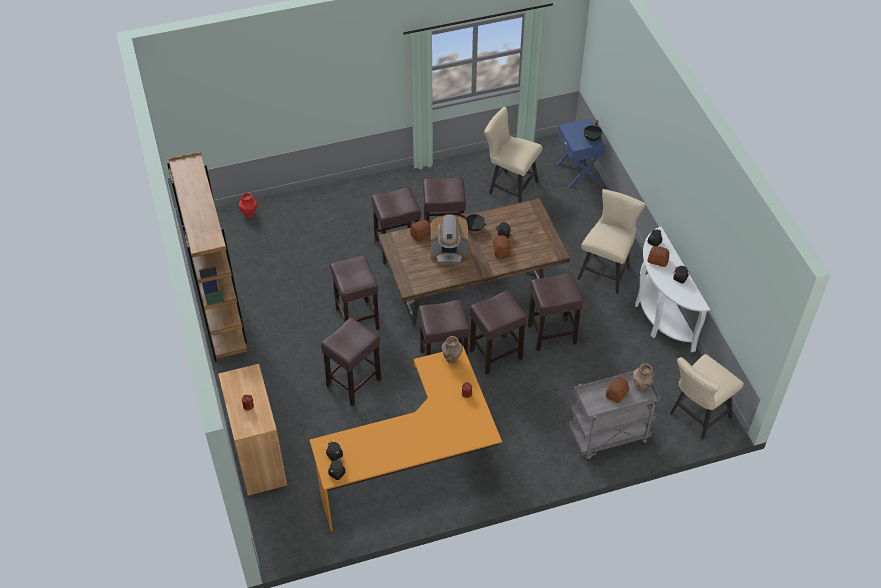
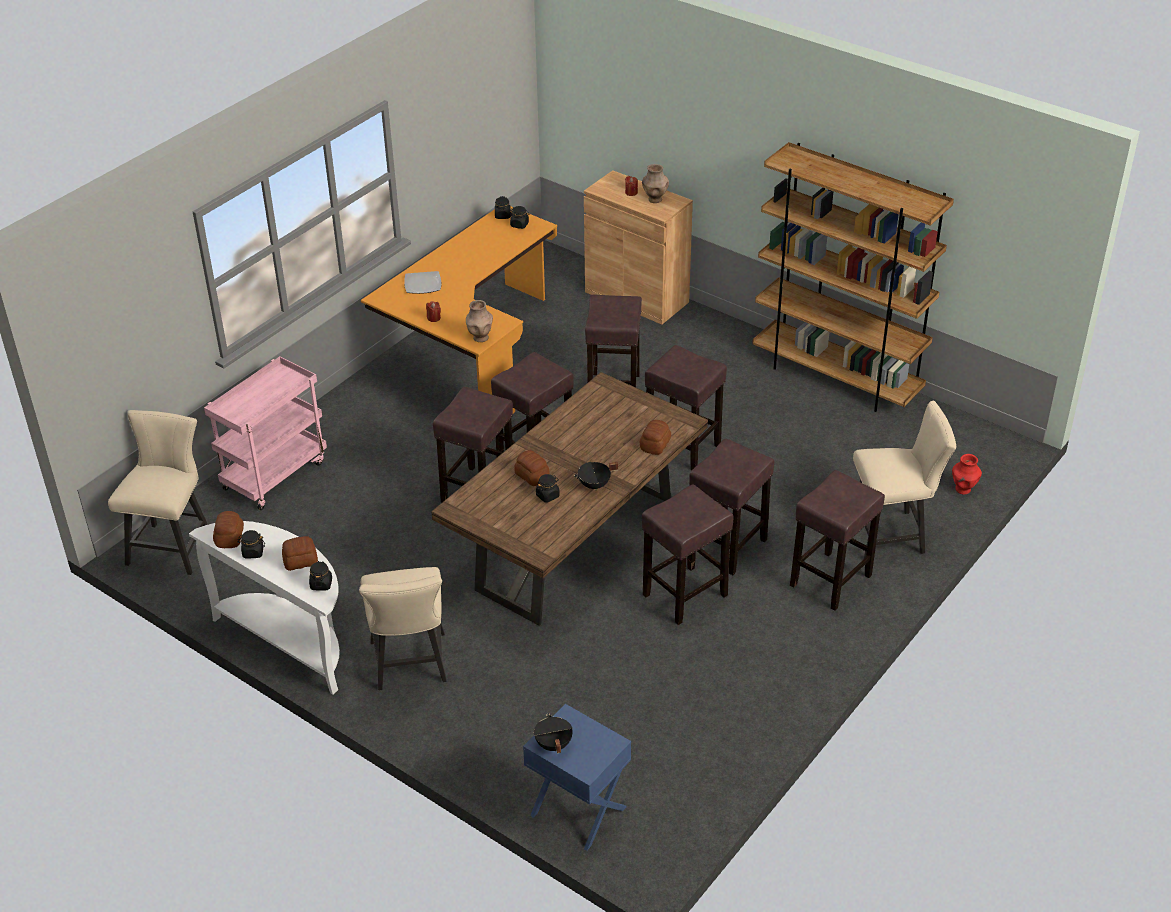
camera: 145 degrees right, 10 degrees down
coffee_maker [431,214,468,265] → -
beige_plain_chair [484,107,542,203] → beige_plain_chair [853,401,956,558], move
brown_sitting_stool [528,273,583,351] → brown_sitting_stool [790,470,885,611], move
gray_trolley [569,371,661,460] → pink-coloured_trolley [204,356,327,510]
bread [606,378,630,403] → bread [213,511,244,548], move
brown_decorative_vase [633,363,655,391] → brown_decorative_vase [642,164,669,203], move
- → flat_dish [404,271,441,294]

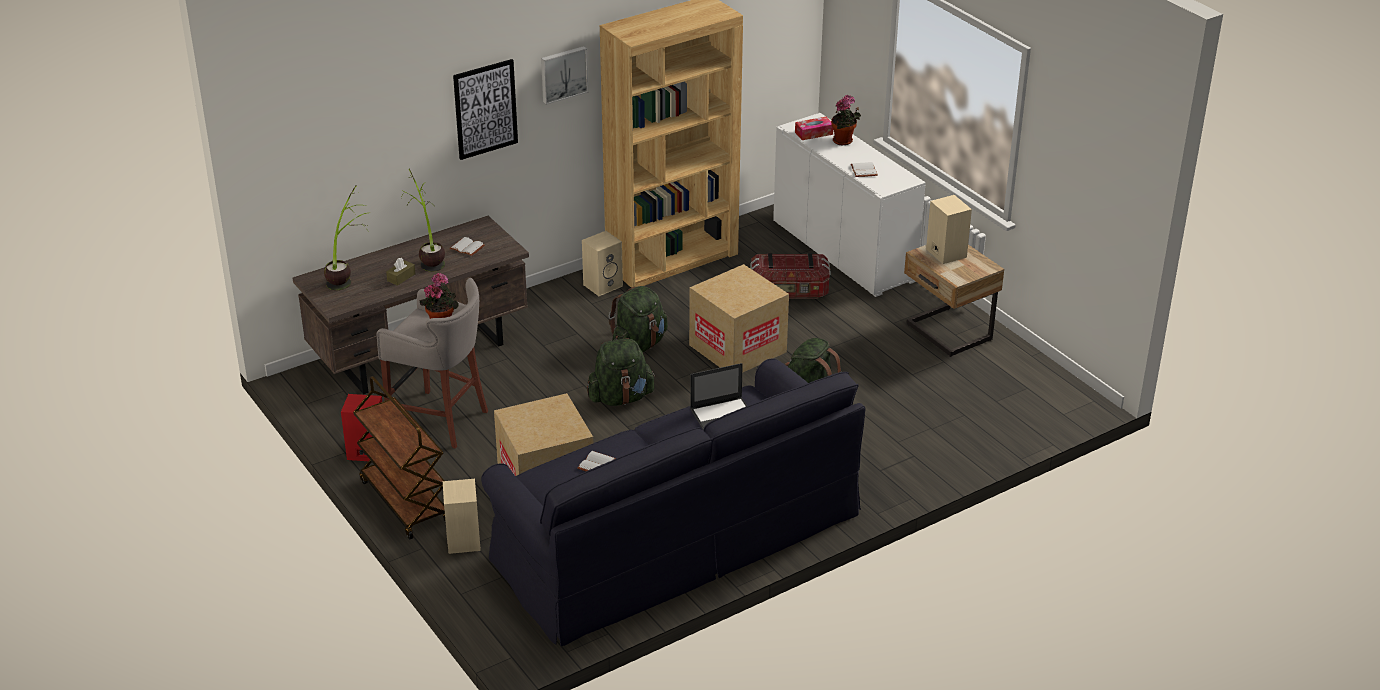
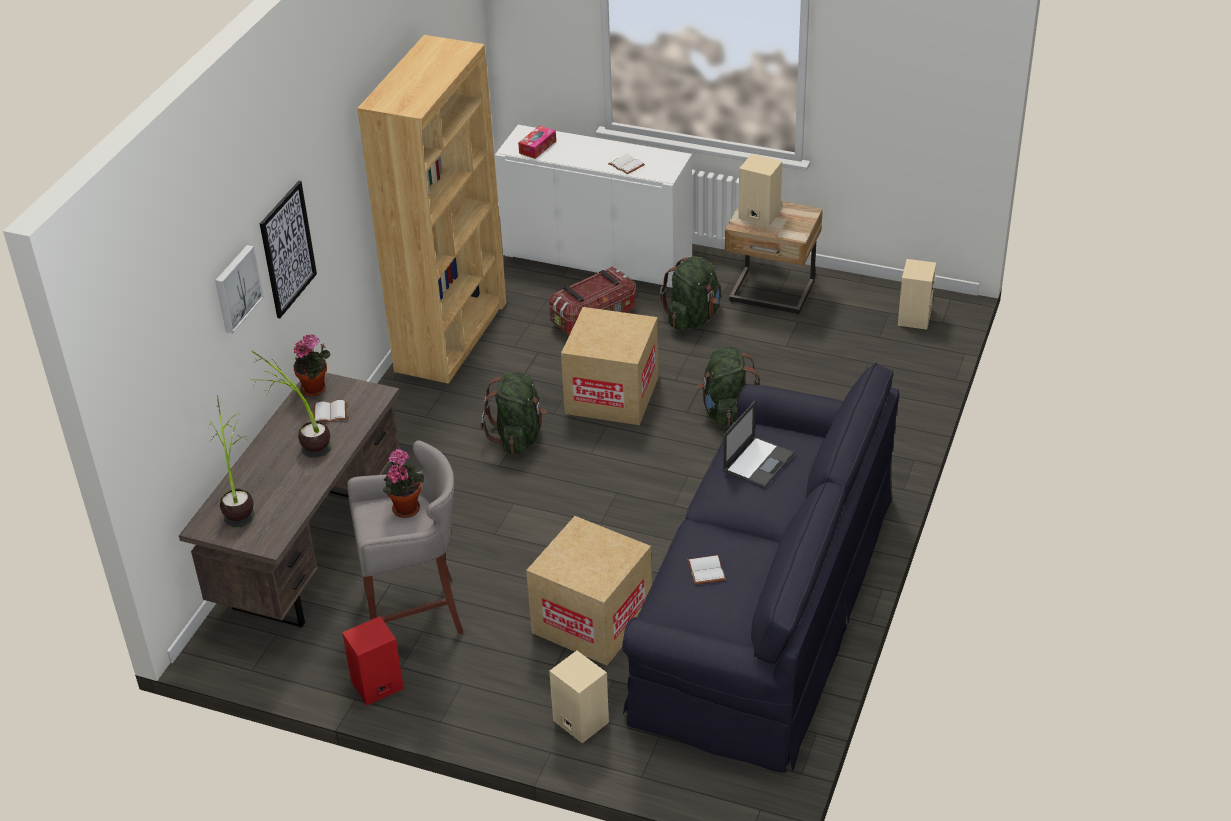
camera: 35 degrees left, 5 degrees up
brown_trolley [353,376,446,539] → -
brown_box_of_tissues [386,258,415,286] → -
picture [541,46,588,105] → picture [215,245,264,333], move
beige_loudspeaker [582,231,623,296] → beige_loudspeaker [898,259,936,330], move
green_rucksack [587,338,656,406] → green_rucksack [660,256,721,331], move
houseplant [831,95,861,145] → houseplant [293,334,331,396], move

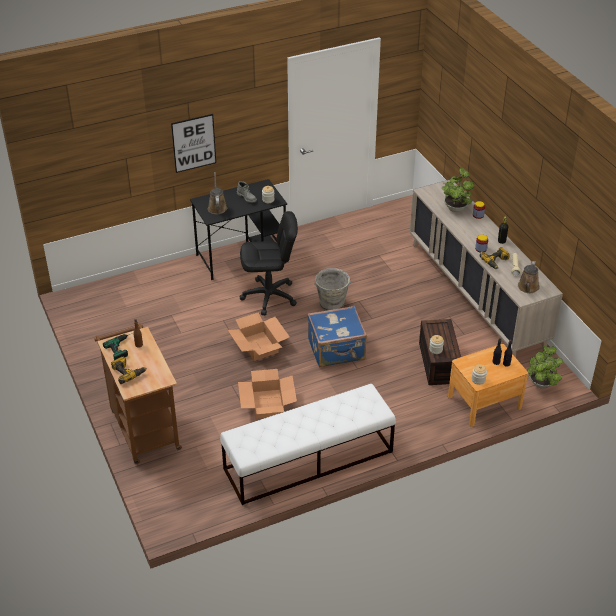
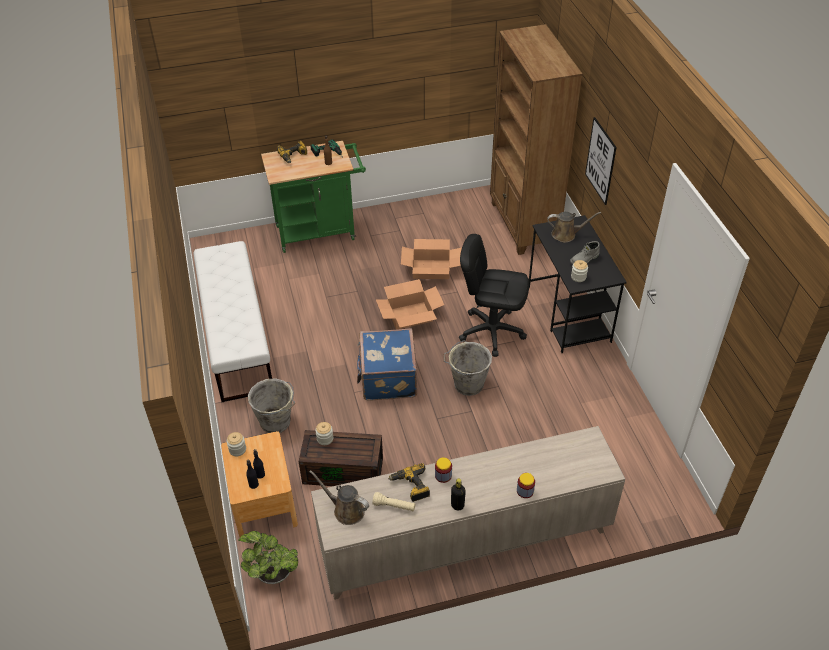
camera: 100 degrees right, 5 degrees up
brown_trolley [94,323,182,464] → green_trolley [261,141,366,253]
packing_box [238,369,297,419] → packing_box [401,239,462,279], move
black-coloured_office_chair [240,211,298,315] → black-coloured_office_chair [459,234,529,357], 105 degrees clockwise
houseplant [442,168,474,212] → -
- → gray_pail [248,378,295,433]
- → brown_shelving_unit [490,24,582,255]

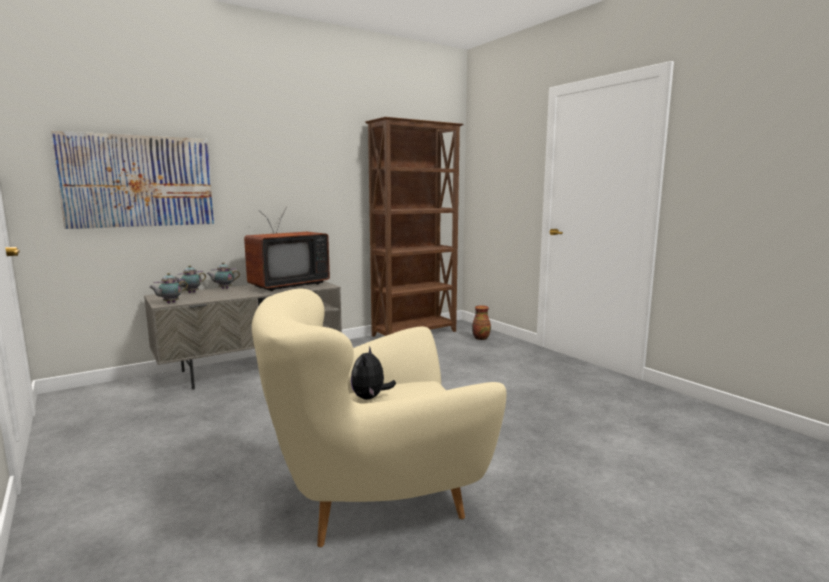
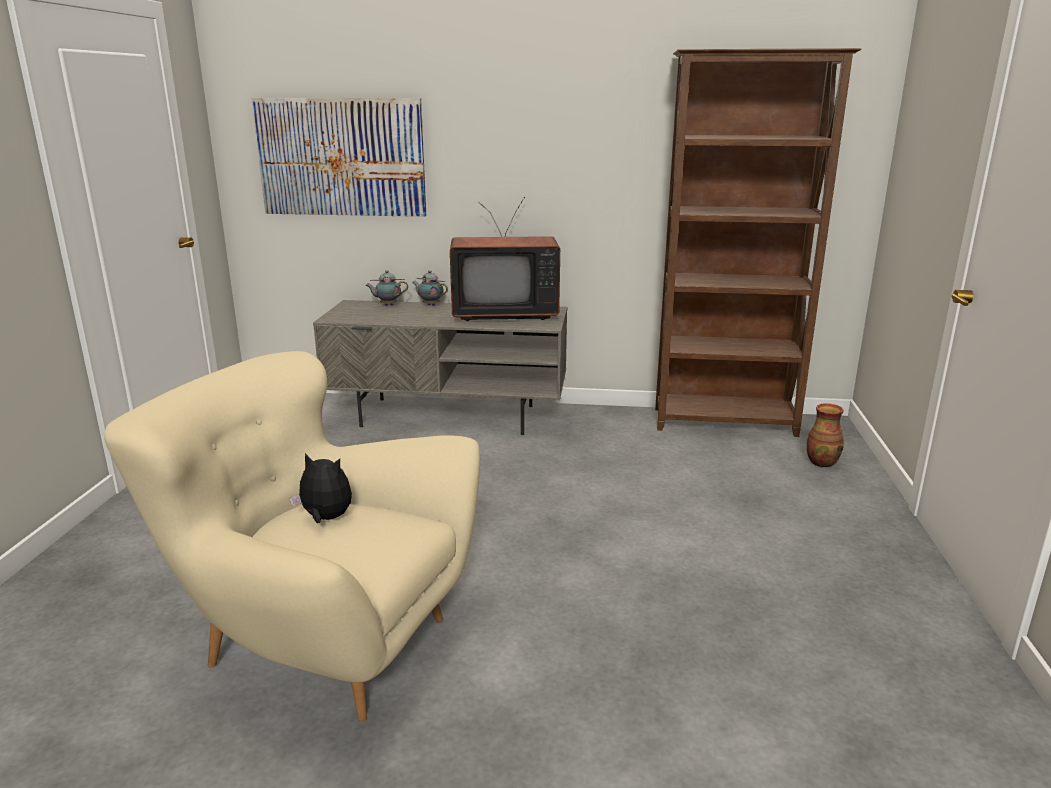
camera: 40 degrees right, 10 degrees up
tea_pot [149,273,188,303] → -
cuddly_toy [351,346,396,400] → cuddly_toy [290,453,352,523], 60 degrees clockwise

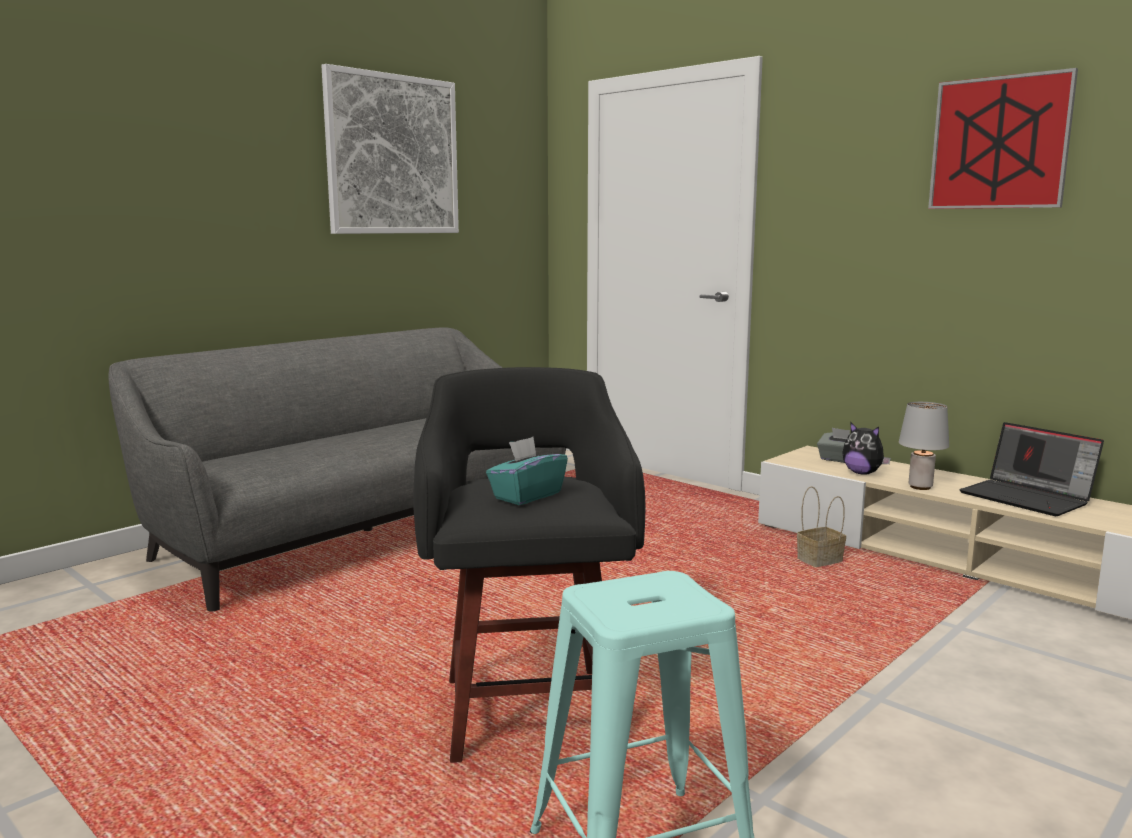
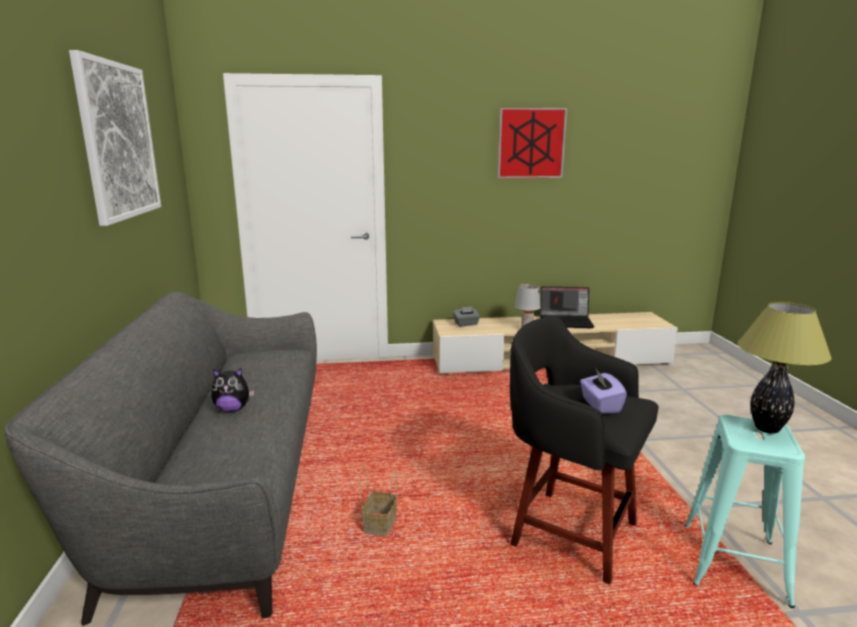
camera: 50 degrees left, 5 degrees up
turquoise_box_of_tissues [486,437,568,505] → purple-coloured_box_of_tissues [580,369,627,414]
household_basket [797,486,846,567] → household_basket [359,465,397,536], move
cuddly_toy [842,423,891,475] → cuddly_toy [212,368,254,412], move
- → table_lamp [738,302,832,434]

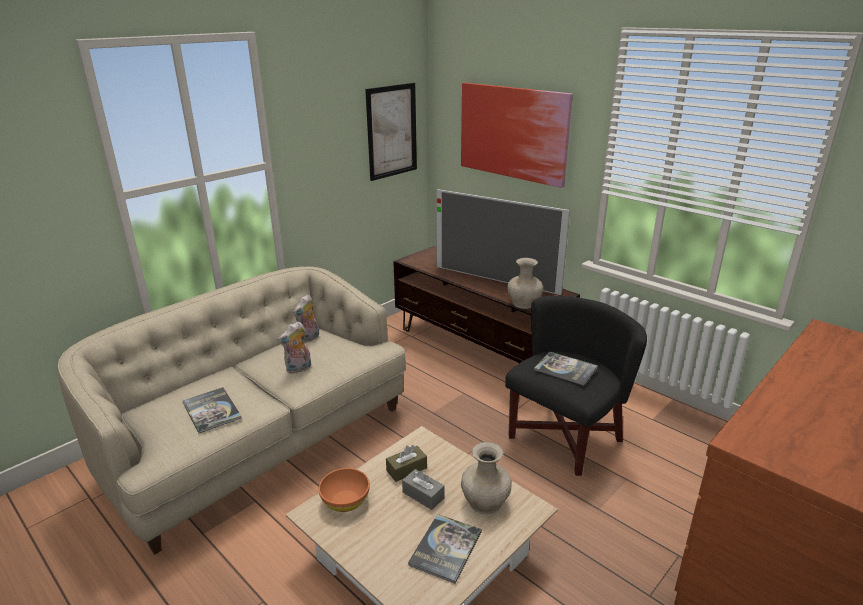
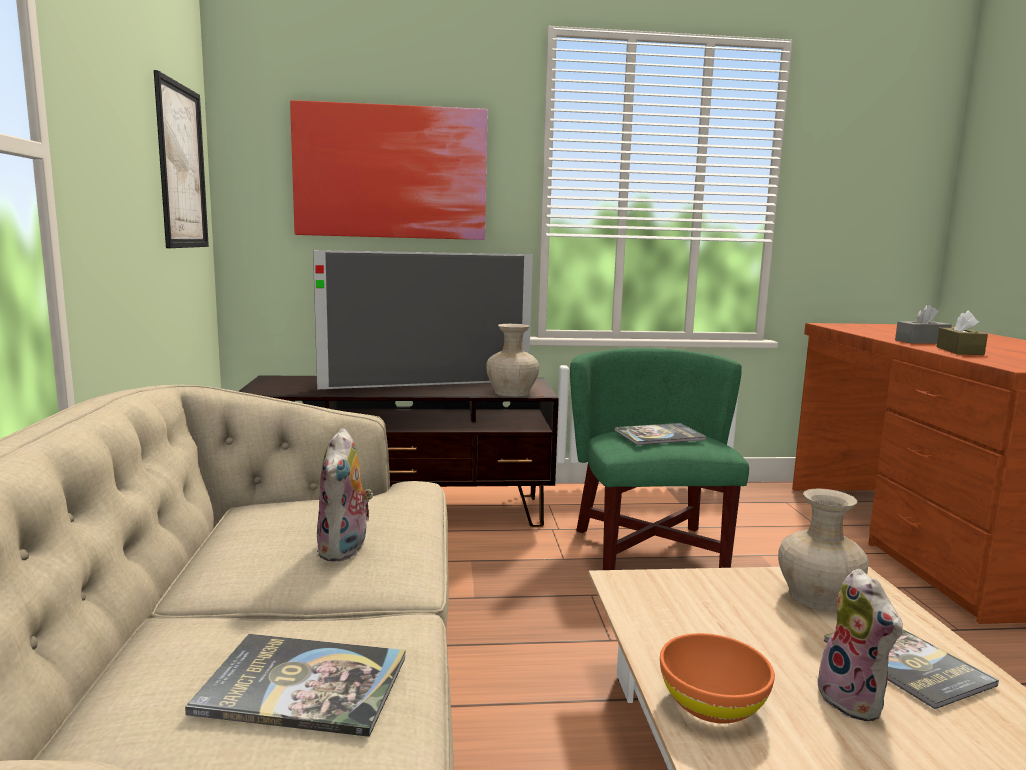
camera: 50 degrees left, 15 degrees down
cuddly_toy [293,294,319,343] → cuddly_toy [814,569,903,721], move
brown_box_of_tissues [386,445,427,482] → brown_box_of_tissues [936,311,988,355], move
gray_box_of_tissues [402,469,445,510] → gray_box_of_tissues [895,305,952,343], move
black-coloured_lounge_chair [505,295,647,476] → green_lounge_chair [570,348,749,570]

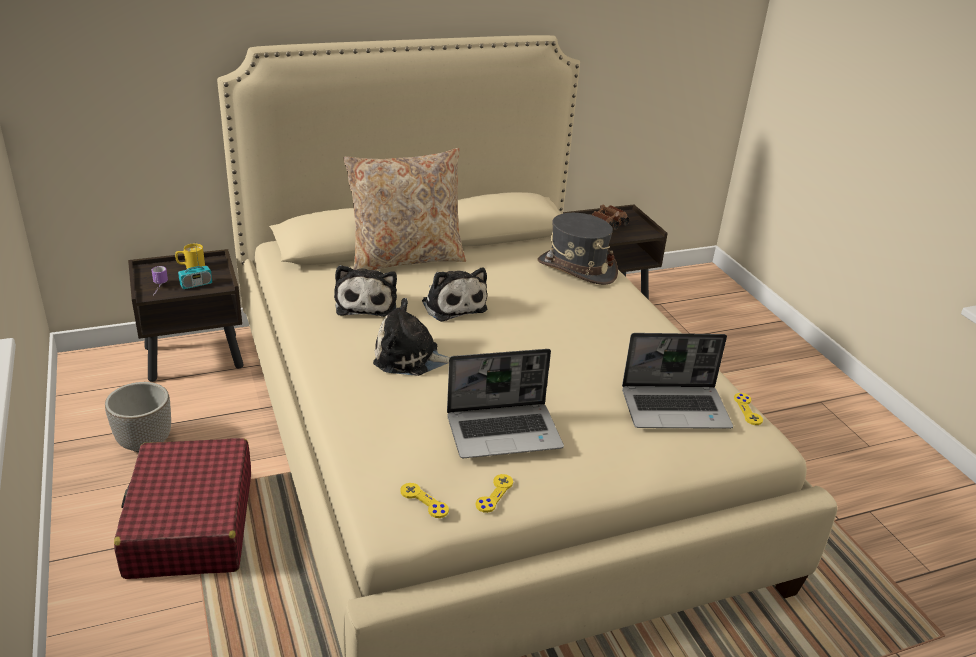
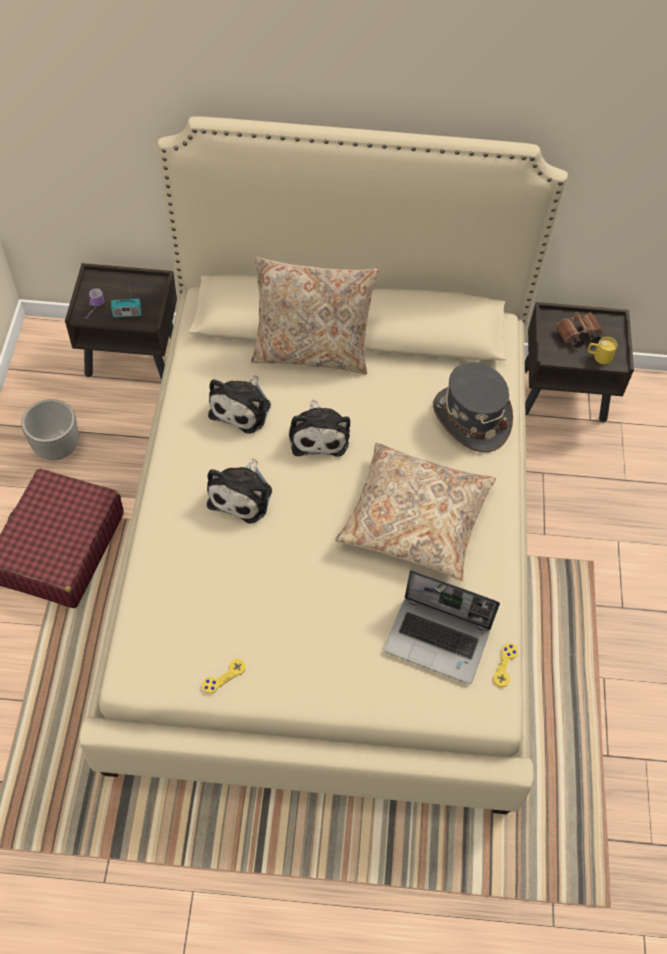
camera: 25 degrees right, 25 degrees up
yellowish_tea_mug [175,243,205,269] → yellowish_tea_mug [588,337,617,364], move
cuddly_toy [373,298,450,376] → cuddly_toy [207,458,272,524], 105 degrees counterclockwise
yellowish_joypad [400,483,449,518] → -
notebook_computer [447,349,564,458] → -
- → beige_pillow [335,443,496,581]

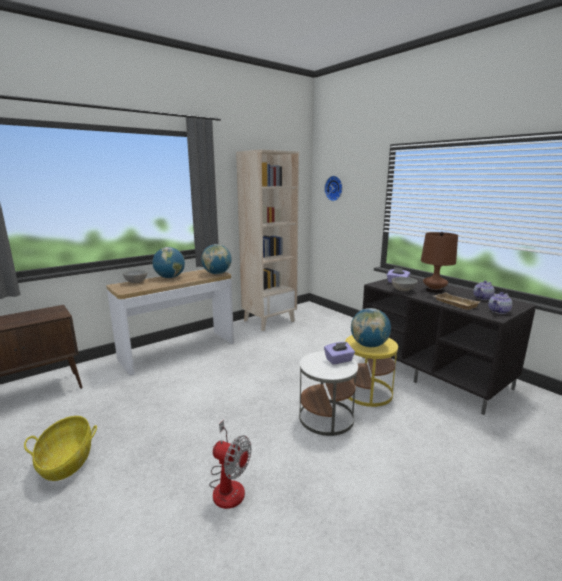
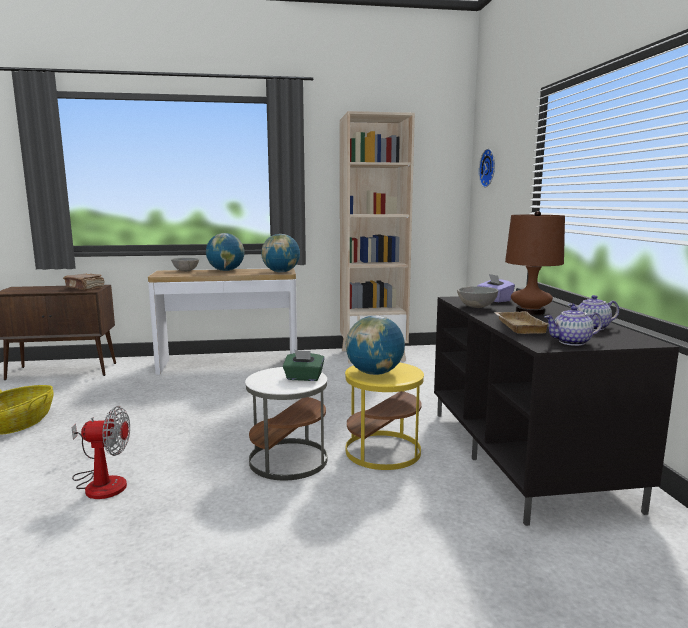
camera: 30 degrees right, 5 degrees down
electric_fan [209,420,251,509] → electric_fan [71,406,130,499], 60 degrees counterclockwise
purple-coloured_box_of_tissues [324,342,355,365] → green_box_of_tissues [283,350,325,381]
- → brown_volume [63,274,105,290]

